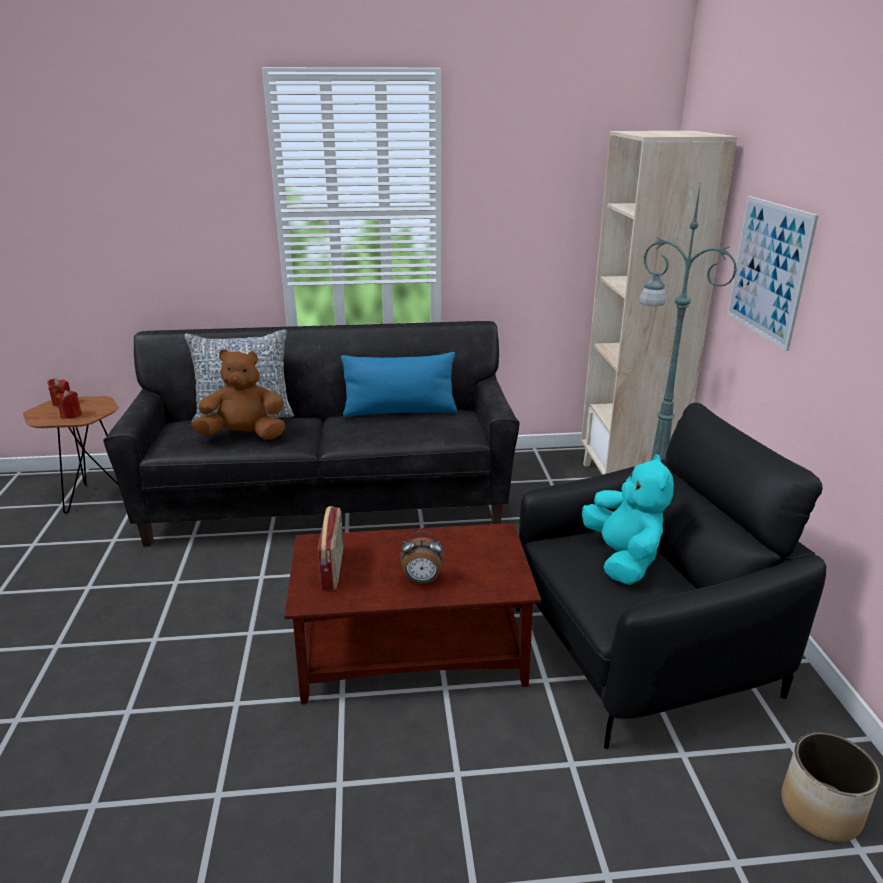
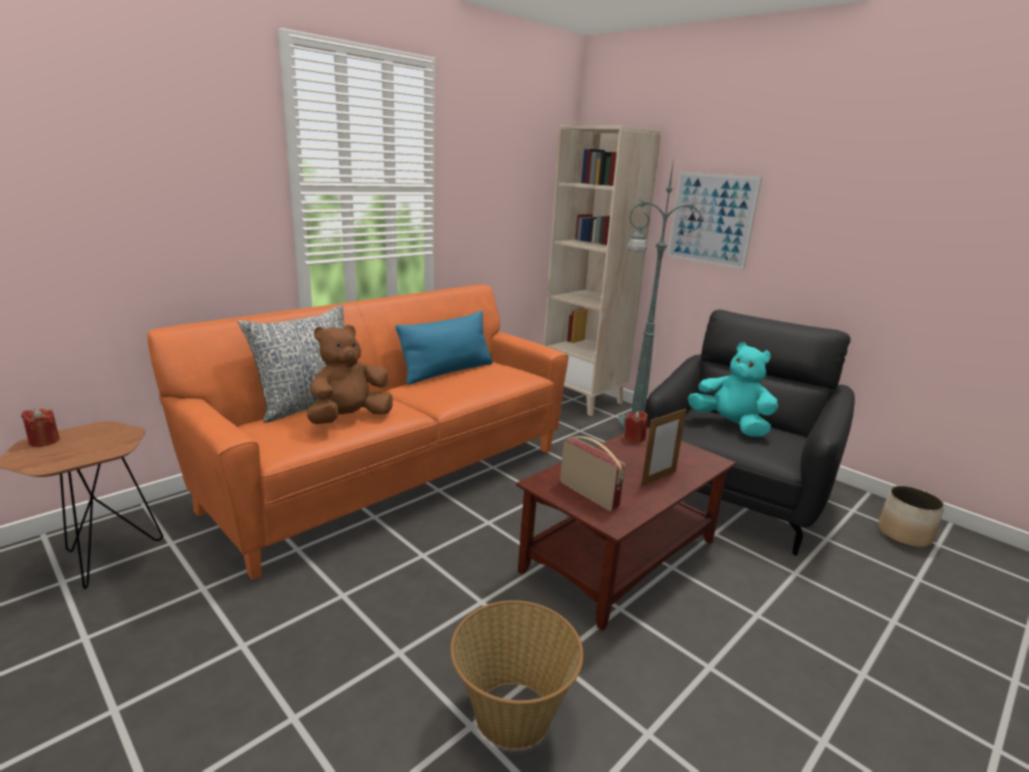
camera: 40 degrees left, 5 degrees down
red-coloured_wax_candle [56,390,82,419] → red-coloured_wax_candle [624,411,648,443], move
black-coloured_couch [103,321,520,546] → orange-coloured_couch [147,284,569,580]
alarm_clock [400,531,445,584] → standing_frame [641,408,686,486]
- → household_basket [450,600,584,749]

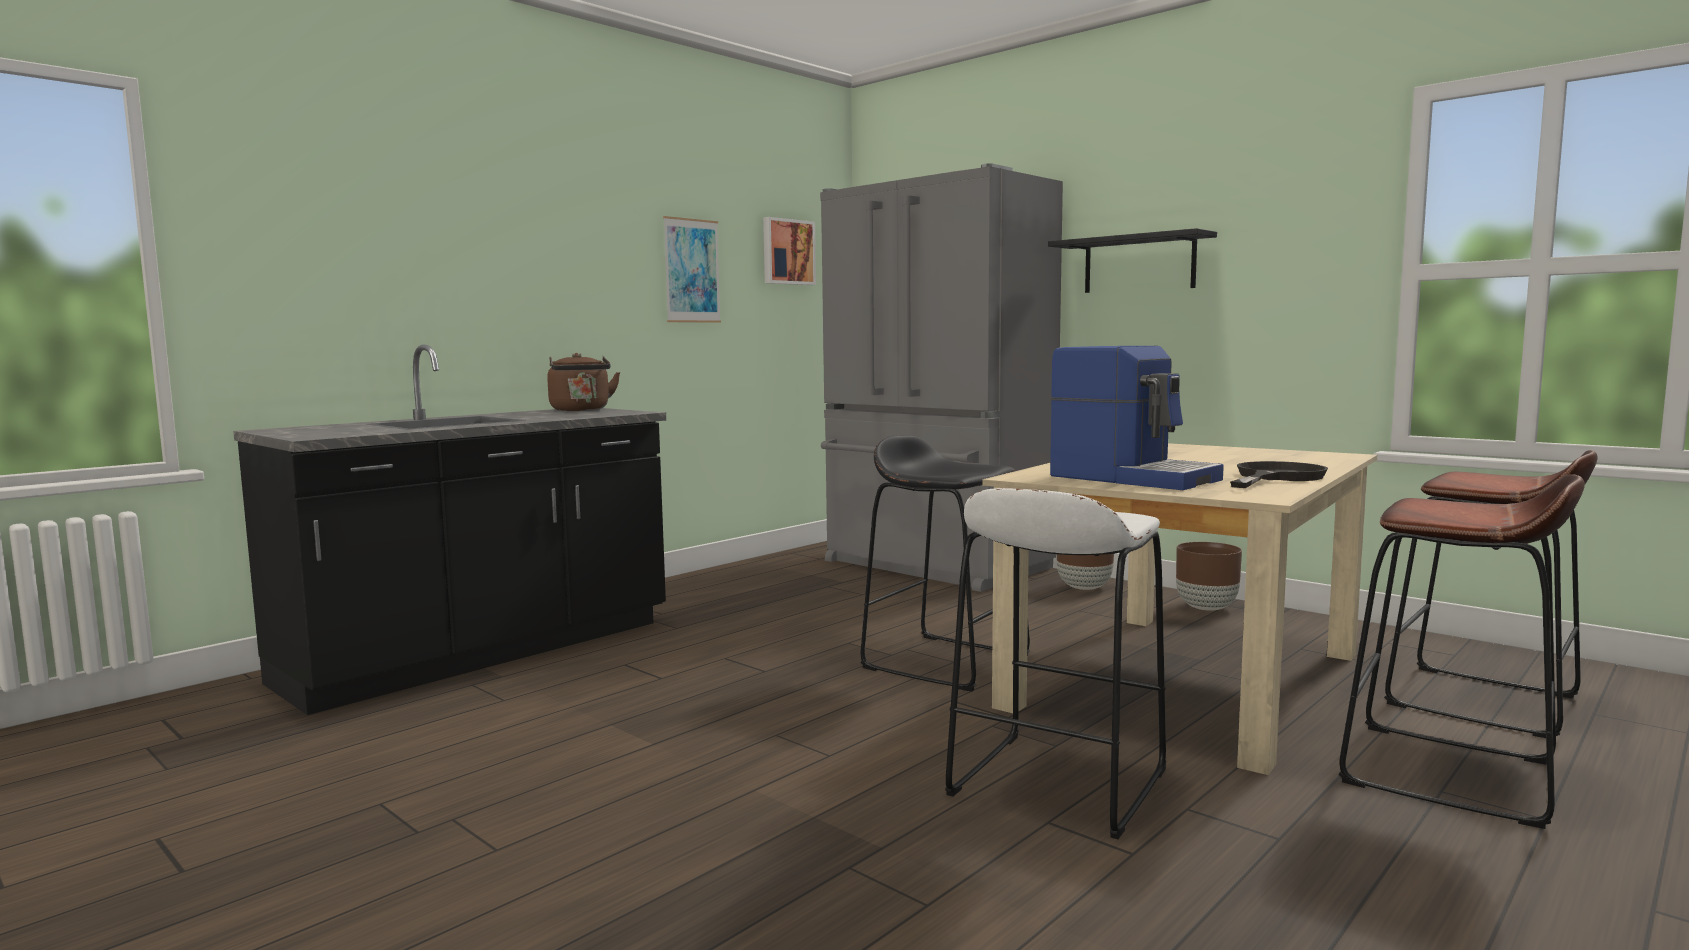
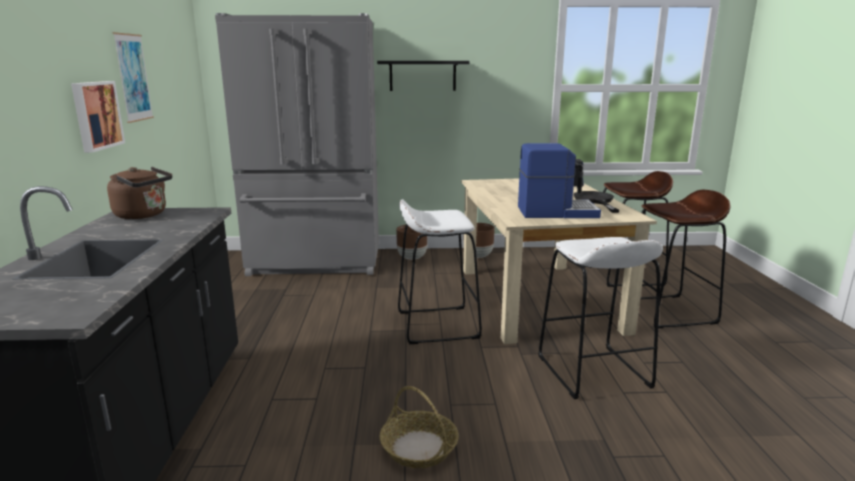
camera: 45 degrees left, 10 degrees up
picture [763,217,816,285] → picture [71,81,125,153], move
black-coloured_sitting_stool [861,435,1030,692] → whitish_sitting_stool [398,199,482,344]
- → household_basket [380,386,459,468]

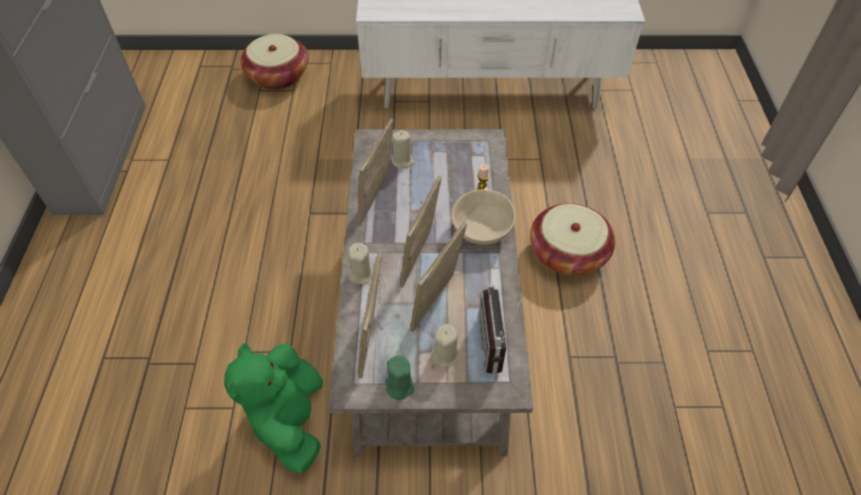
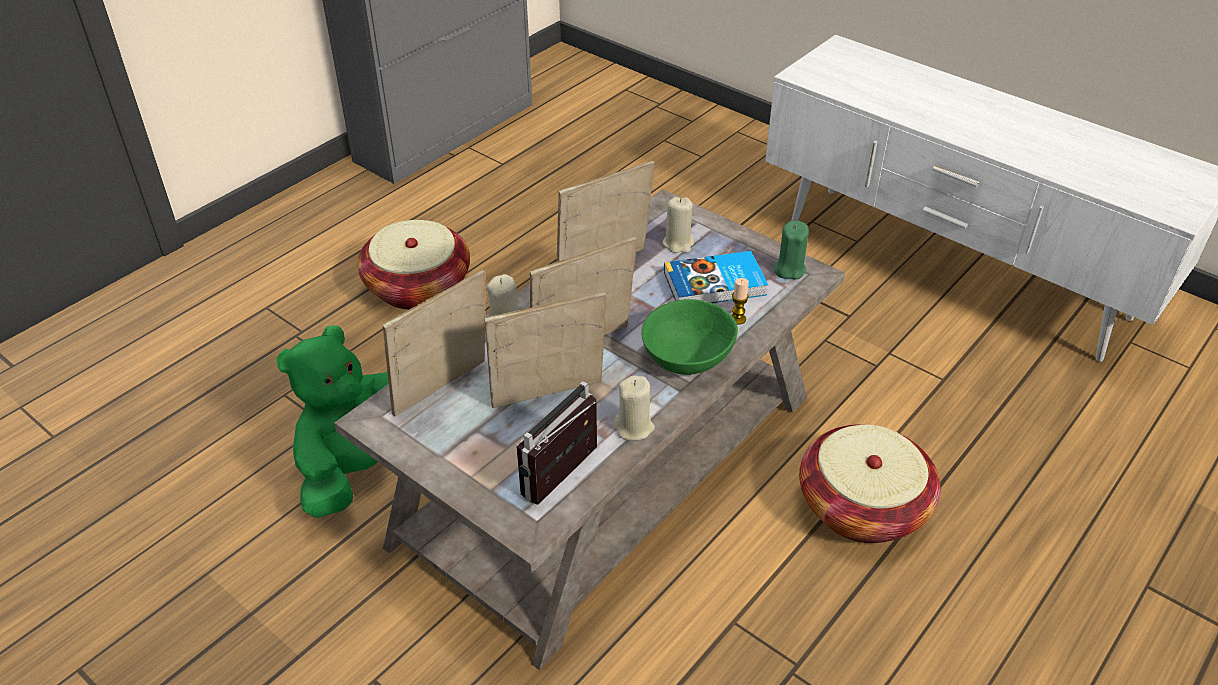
camera: 40 degrees right, 10 degrees down
household_basket [241,34,308,90] → household_basket [357,220,470,310], move
green_wax_candle [385,355,414,400] → green_wax_candle [774,221,809,280], move
beige_wax_candle [431,324,459,368] → beige_wax_candle [614,375,655,440], move
beige_serving_bowl [452,189,516,245] → green_serving_bowl [642,299,738,375]
- → volume [664,251,768,303]

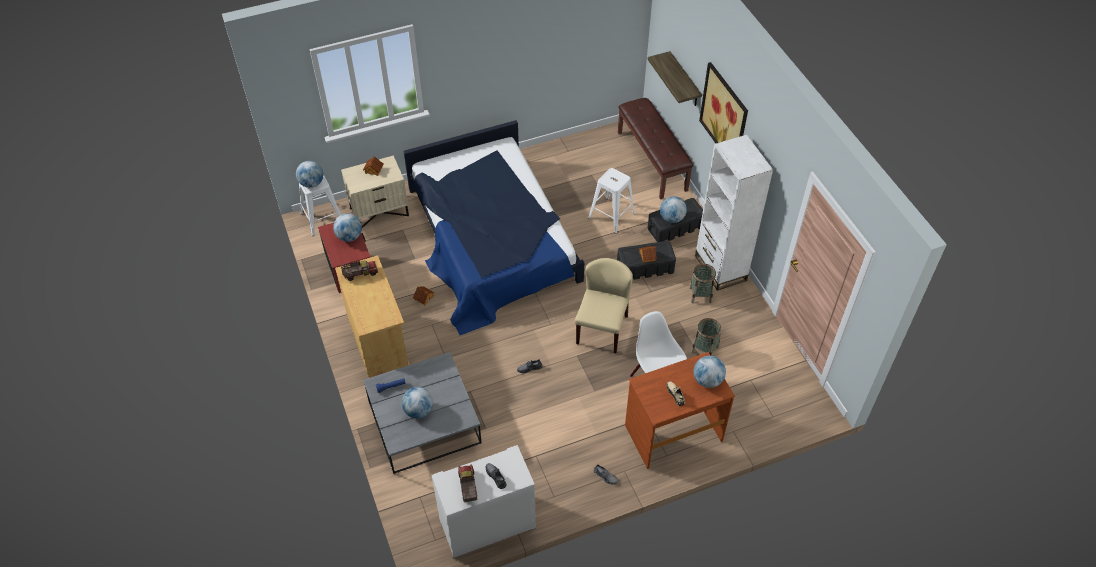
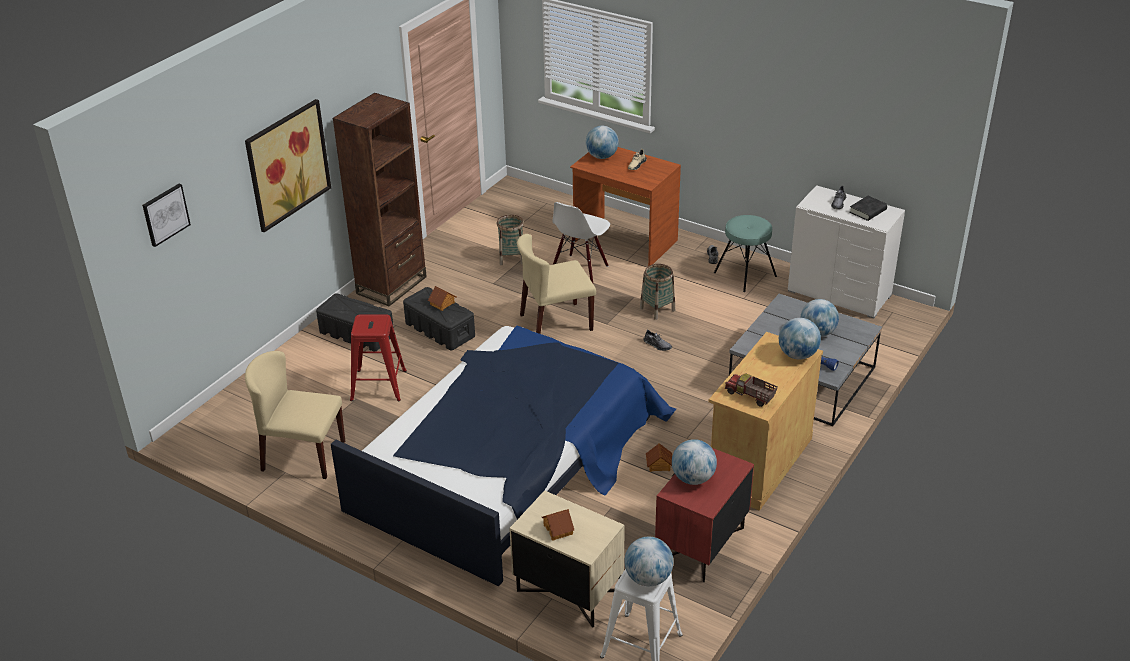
camera: 125 degrees left, 15 degrees down
toy_truck [458,464,477,502] → black-coloured_volume [849,196,887,221]
whitish_sitting_stool [588,168,636,234] → red-coloured_sitting_stool [350,314,407,401]
brown_bench [618,98,693,199] → -
shelf [647,51,702,106] → -
globe [660,196,687,223] → globe [779,318,821,360], move
household_basket [689,264,716,303] → household_basket [640,264,675,320], move
whitish_shelving_unit [695,135,773,291] → brown_shelving_unit [333,93,427,306]
- → picture [142,184,191,247]
- → beige_plain_chair [245,351,345,479]
- → turquoise_sitting_stool [714,215,777,292]

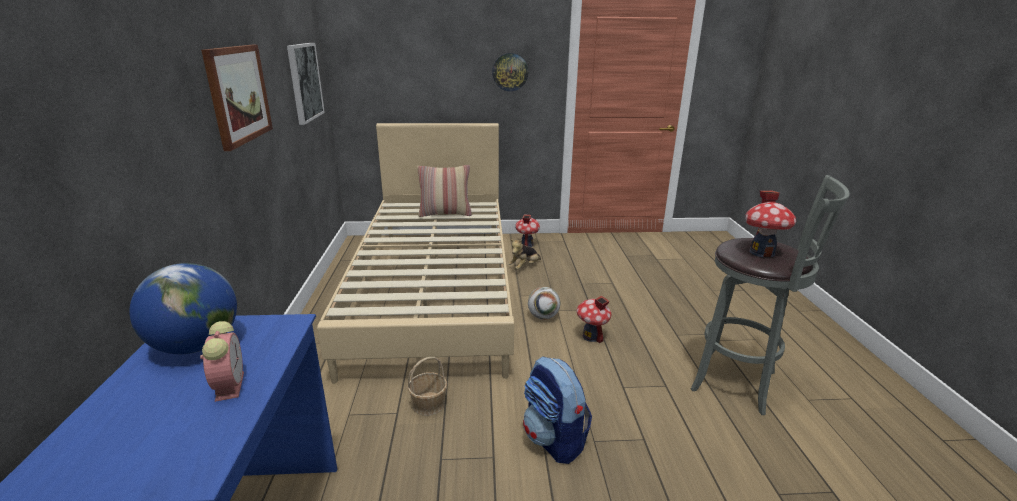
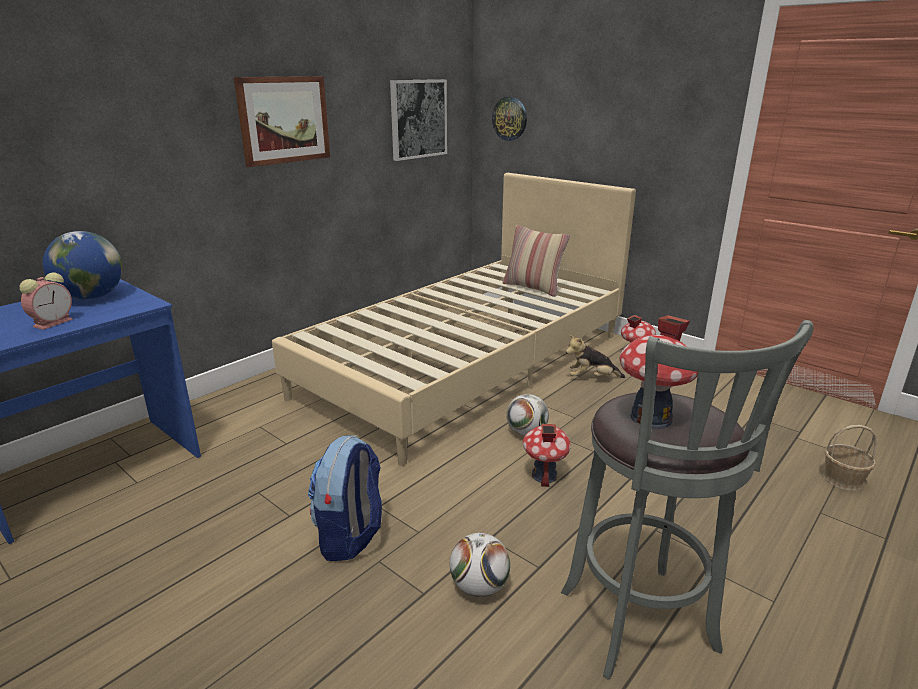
camera: 45 degrees right, 0 degrees up
household_basket [408,357,447,416] → household_basket [823,425,877,491], move
wall_clock [492,53,528,91] → wall_clock [492,97,527,141], move
- → ball_for_football [450,533,510,597]

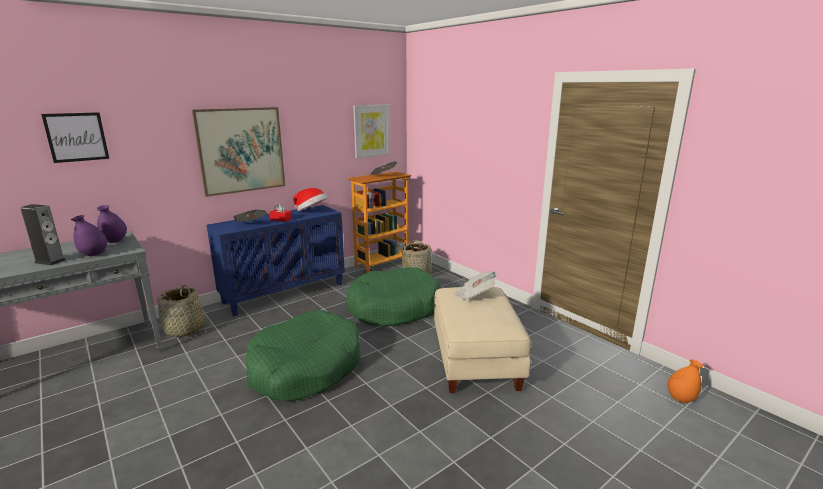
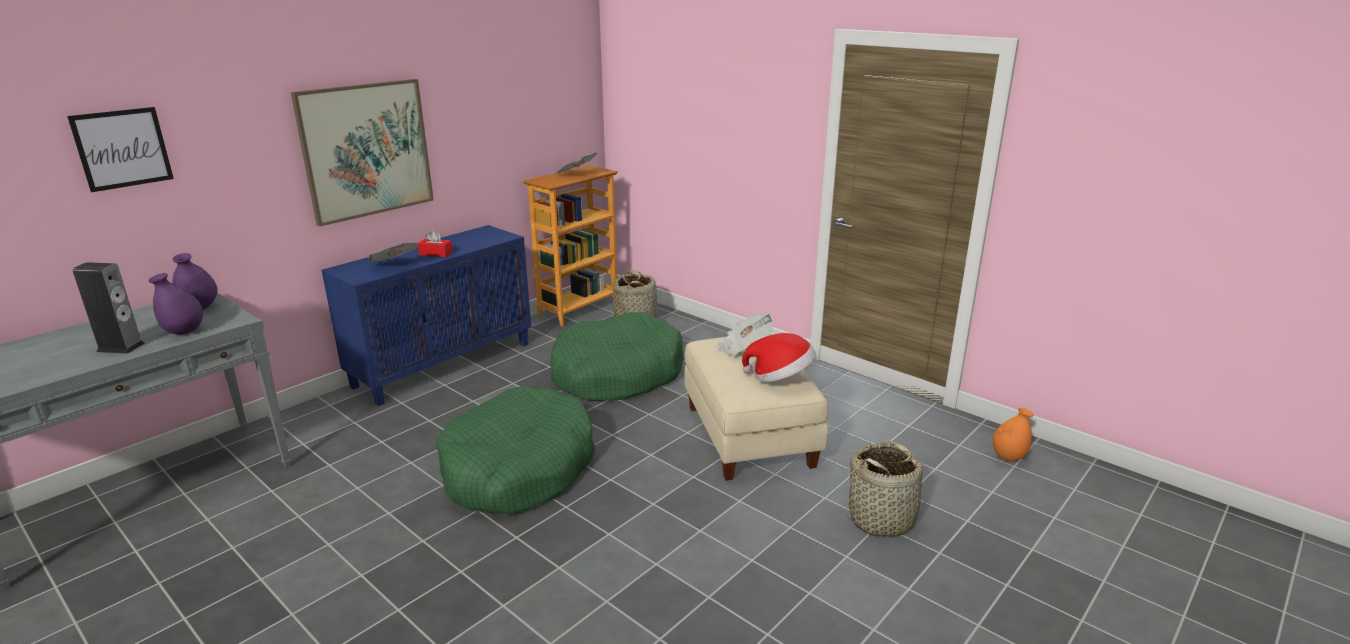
camera: 10 degrees left, 5 degrees up
household_basket [157,285,210,337] → household_basket [842,441,934,537], move
hat [293,188,327,211] → hat [742,333,816,382], move
picture [353,104,390,158] → -

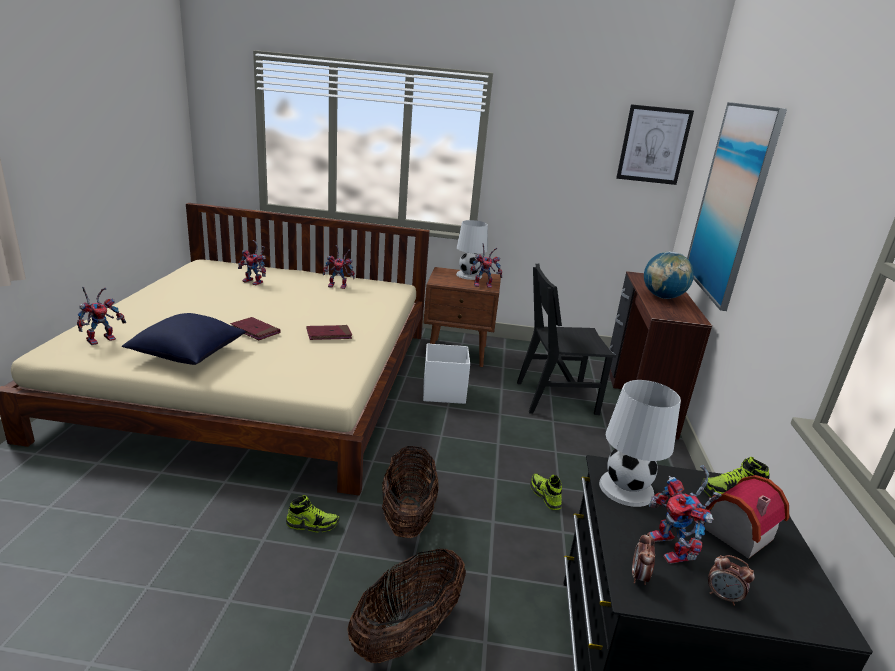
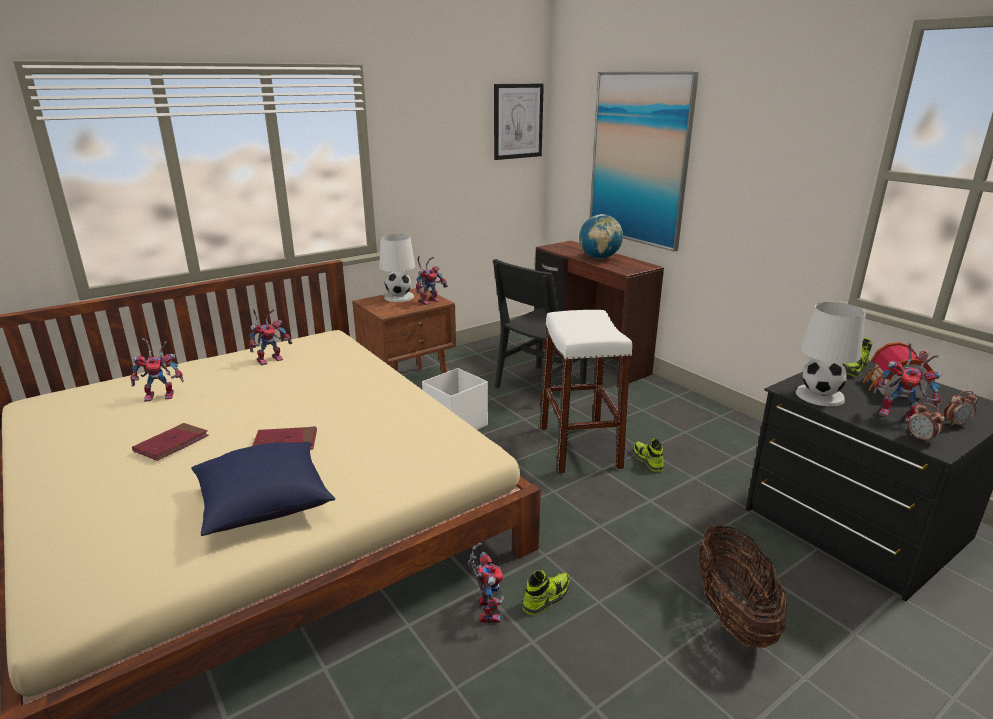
camera: 40 degrees left, 0 degrees up
model_robot [77,287,126,345] → model_robot [469,543,504,623], move
red-coloured_volume [307,325,352,340] → red-coloured_volume [132,423,209,461], move
household_basket [382,445,439,538] → -
item_of_footwear [530,474,562,510] → item_of_footwear [633,439,664,472], 45 degrees clockwise
- → whitish_sitting_stool [540,310,632,474]

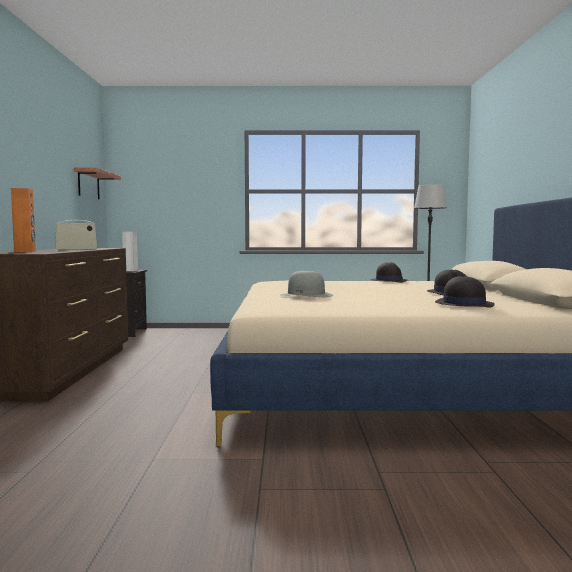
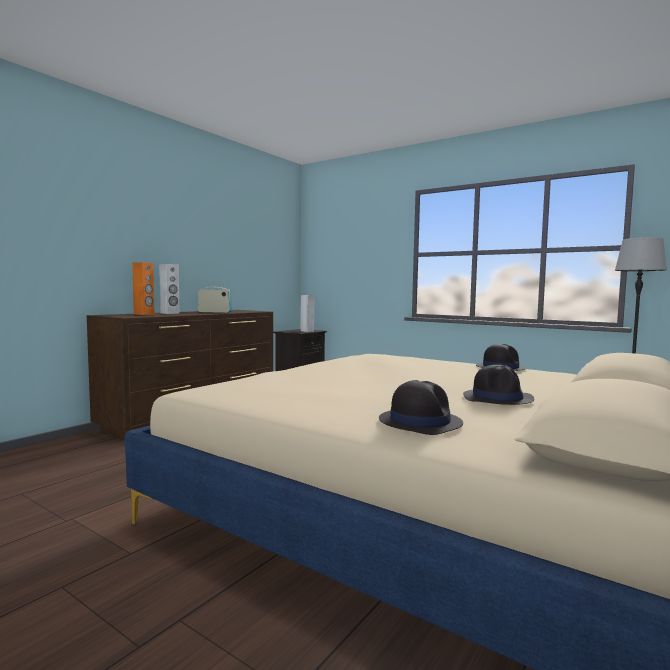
camera: 35 degrees right, 0 degrees up
shelf [74,167,121,199] → -
gray_hat [280,271,333,297] → -
- → whitish_loudspeaker [159,264,180,314]

